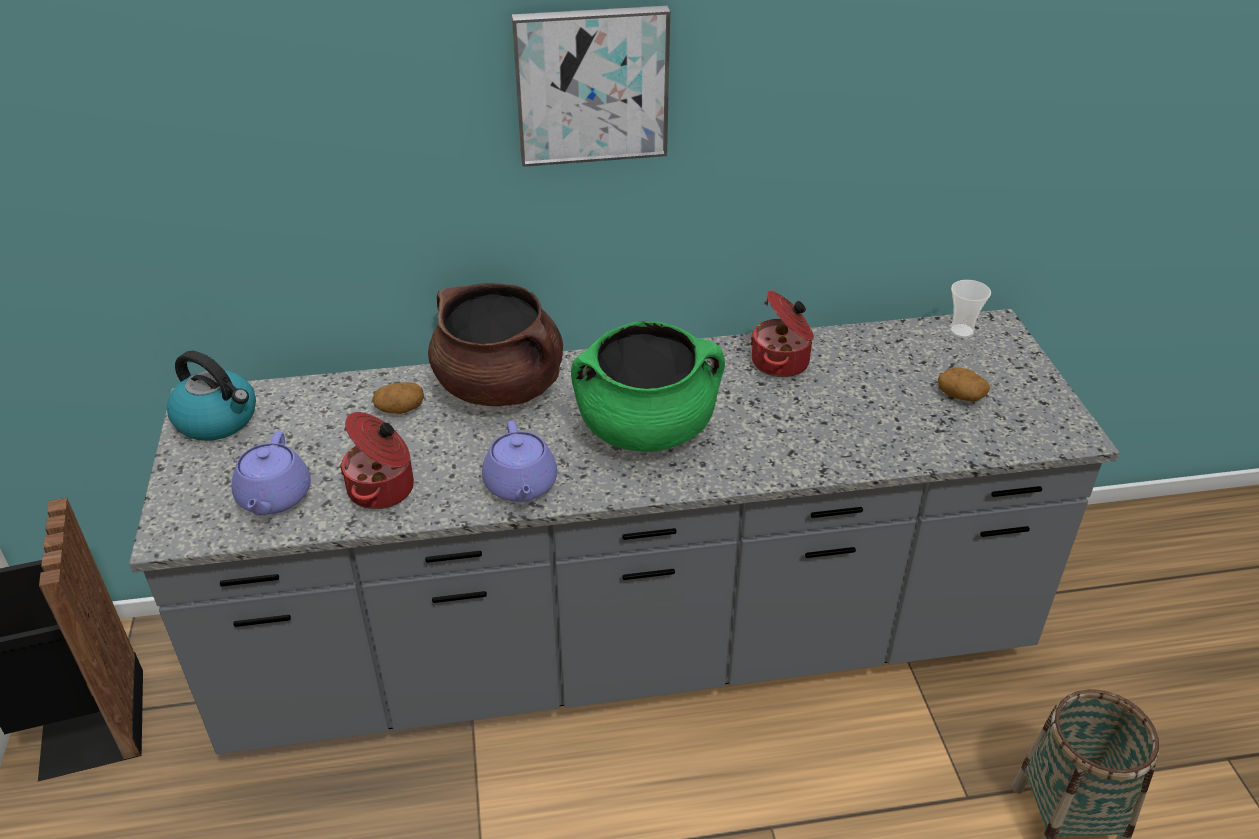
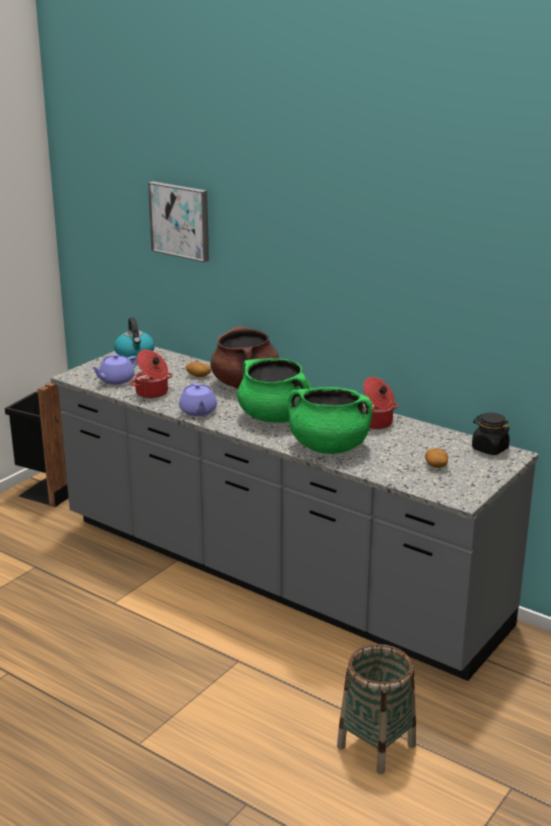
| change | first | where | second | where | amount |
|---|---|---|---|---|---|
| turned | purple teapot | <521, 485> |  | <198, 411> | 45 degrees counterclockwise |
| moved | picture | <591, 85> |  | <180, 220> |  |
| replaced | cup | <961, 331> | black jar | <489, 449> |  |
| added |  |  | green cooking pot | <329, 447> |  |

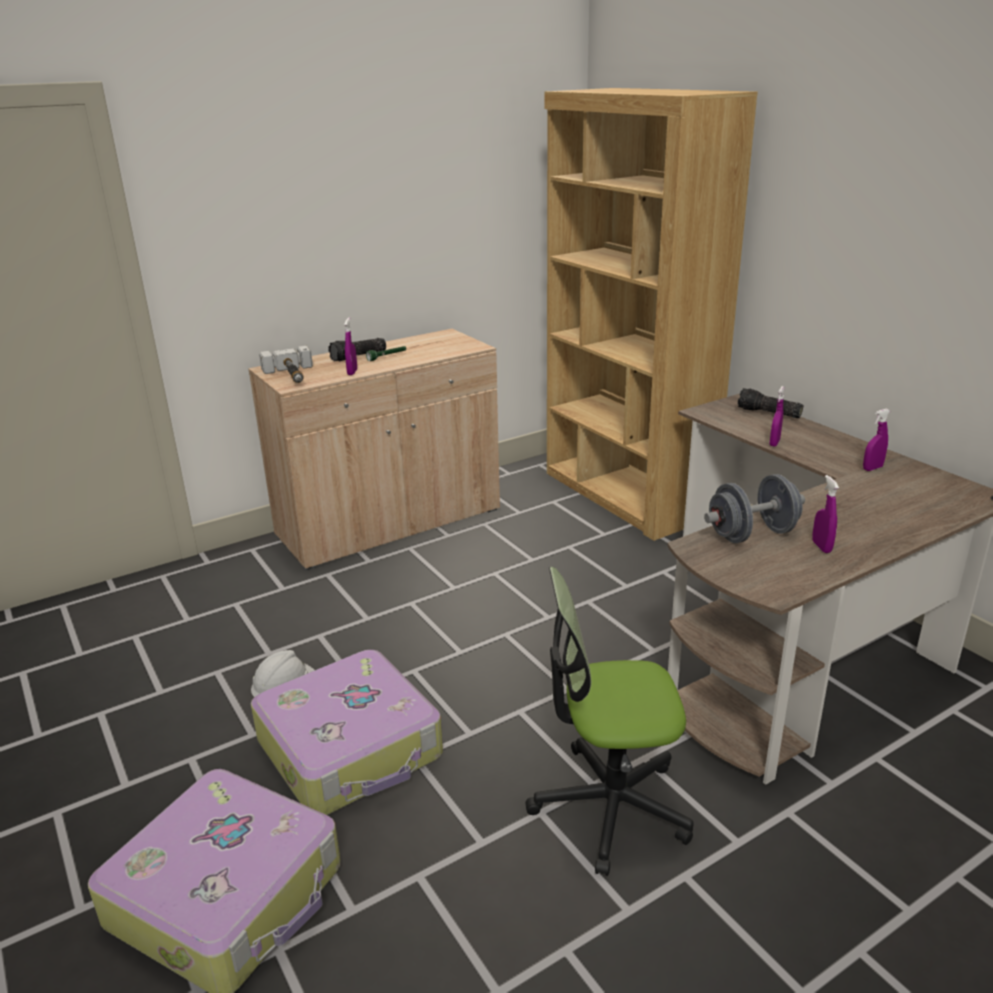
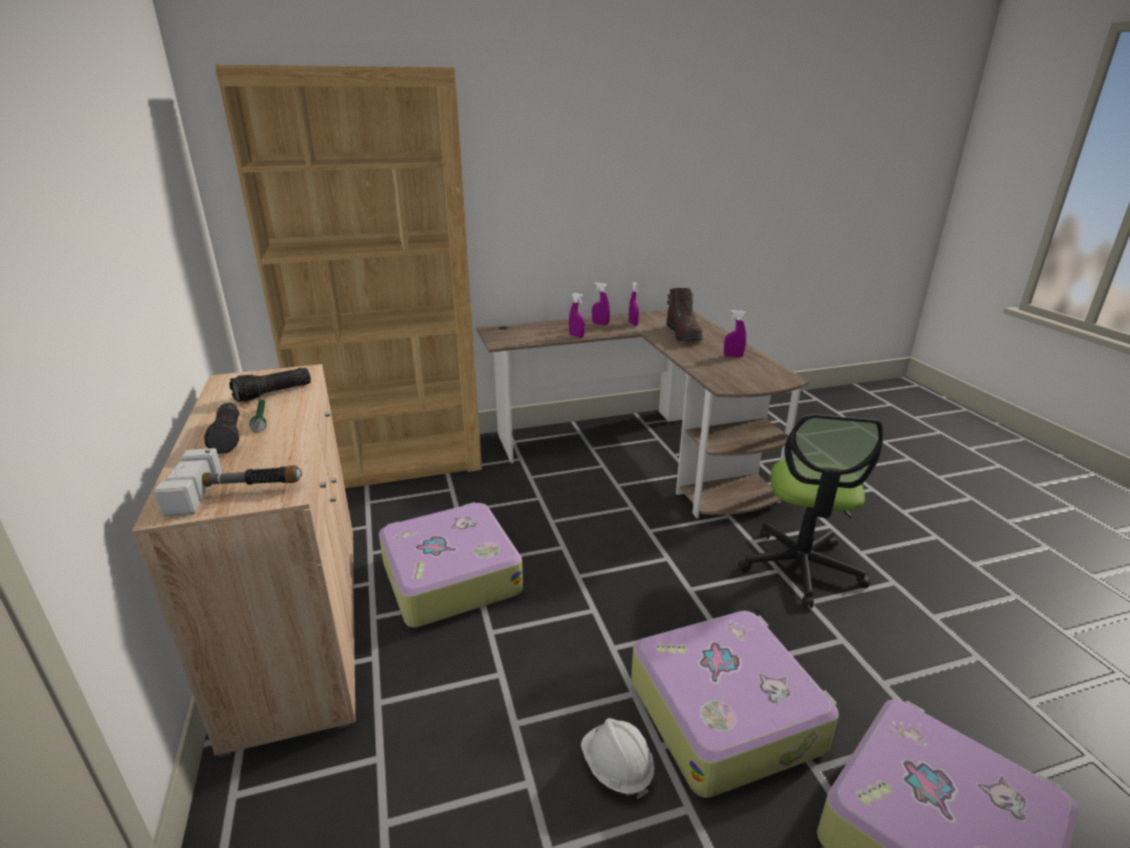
| change | first | where | second | where | amount |
|---|---|---|---|---|---|
| moved | purple spray bottle | <352, 372> |  | <600, 324> |  |
| removed | grey dumbbell | <752, 534> |  |  |  |
| moved | flashlight | <768, 413> |  | <273, 393> |  |
| added |  |  | suitcase | <449, 576> |  |
| added |  |  | brown boot | <683, 335> |  |

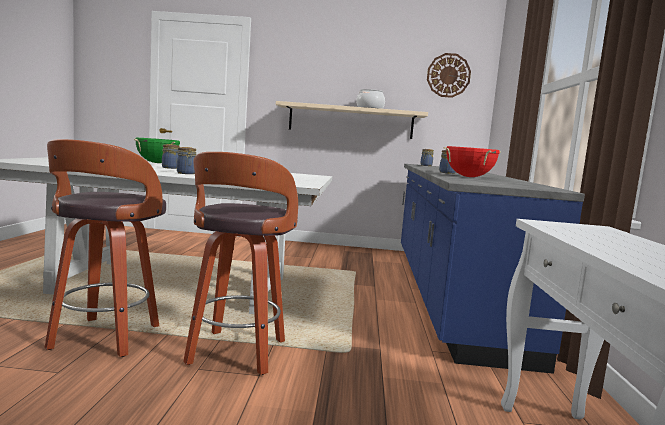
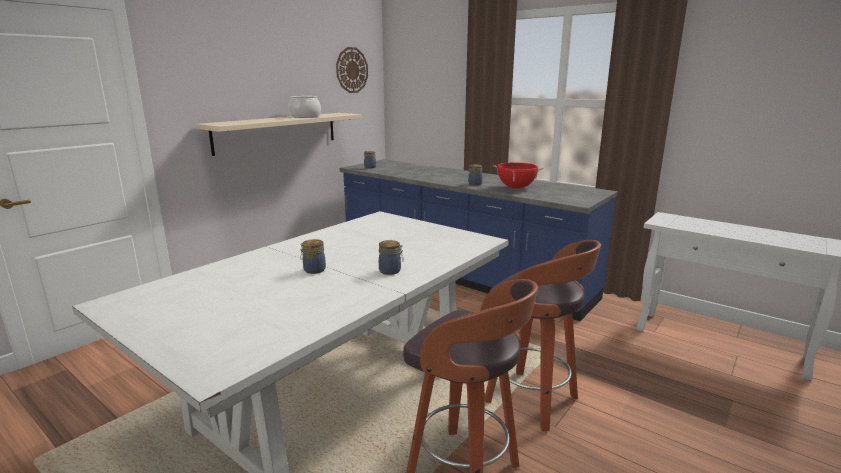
| change | first | where | second | where | amount |
|---|---|---|---|---|---|
| removed | green cooking pot | <157, 163> |  |  |  |

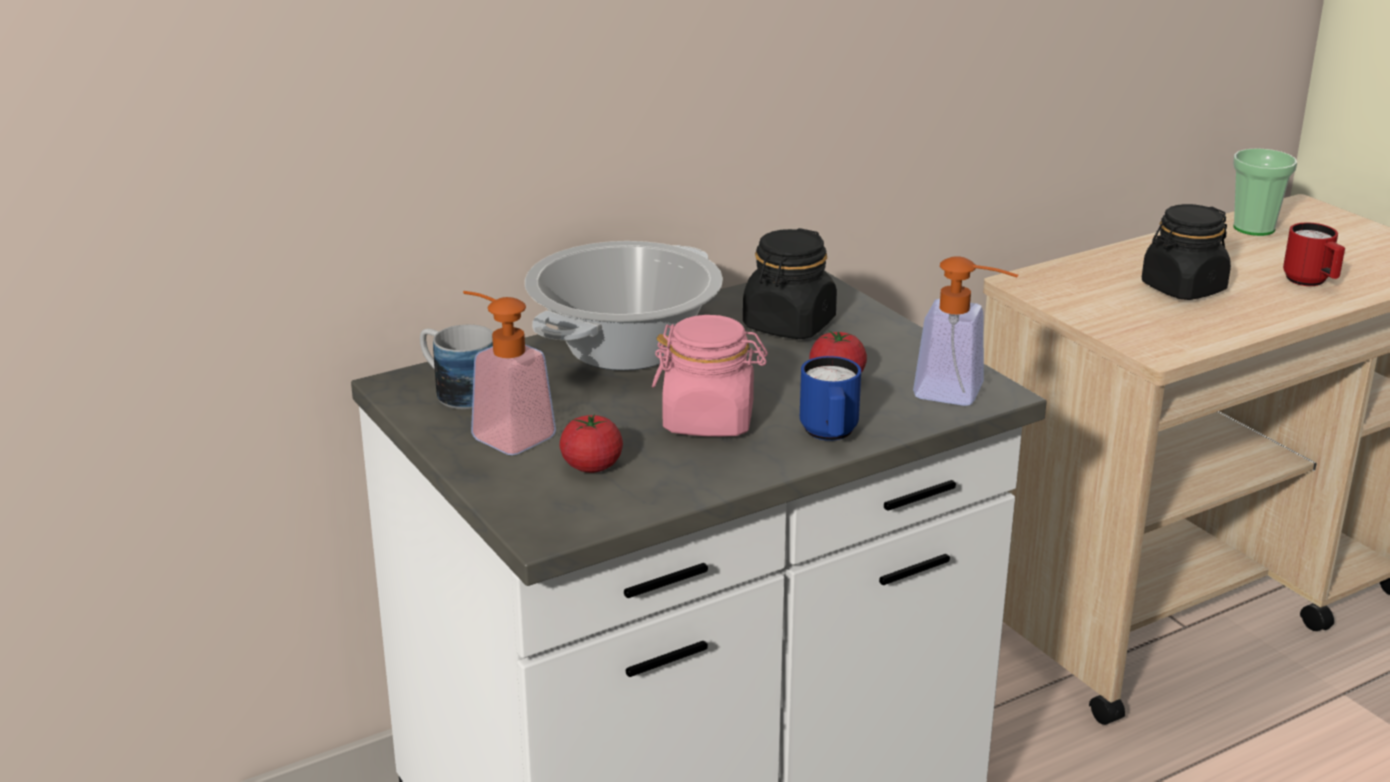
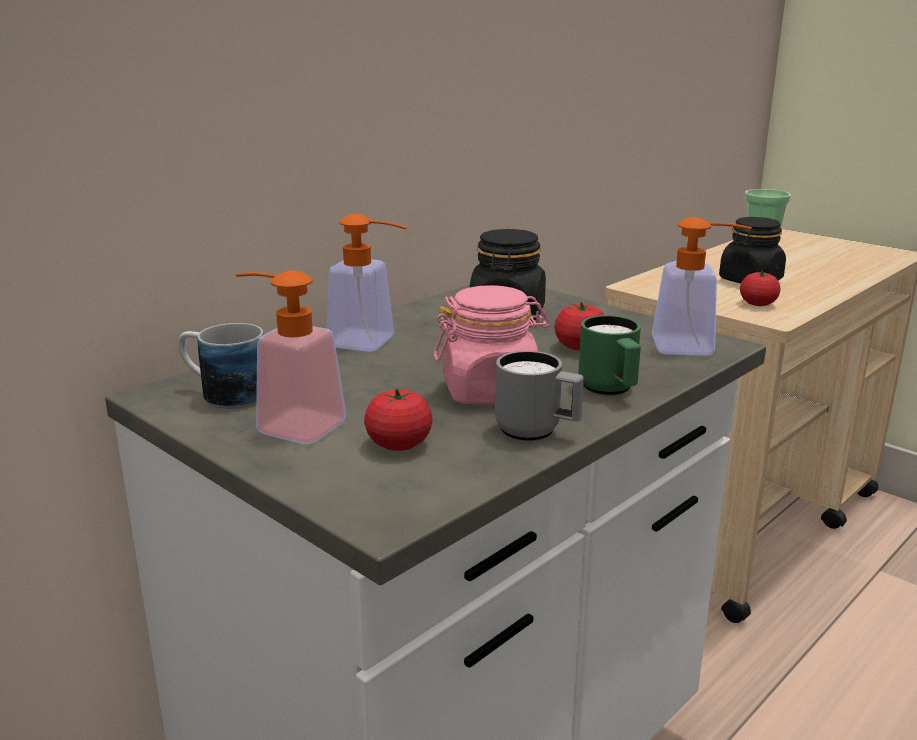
| change | first | where | second | where | amount |
|---|---|---|---|---|---|
| replaced | cooking pot | <624, 348> | soap dispenser | <372, 344> |  |
| recoloured | blue mug | <830, 435> | green mug | <611, 391> |  |
| removed | red mug | <1311, 282> |  |  |  |
| added |  |  | grey mug | <537, 433> |  |
| added |  |  | tomato | <758, 304> |  |

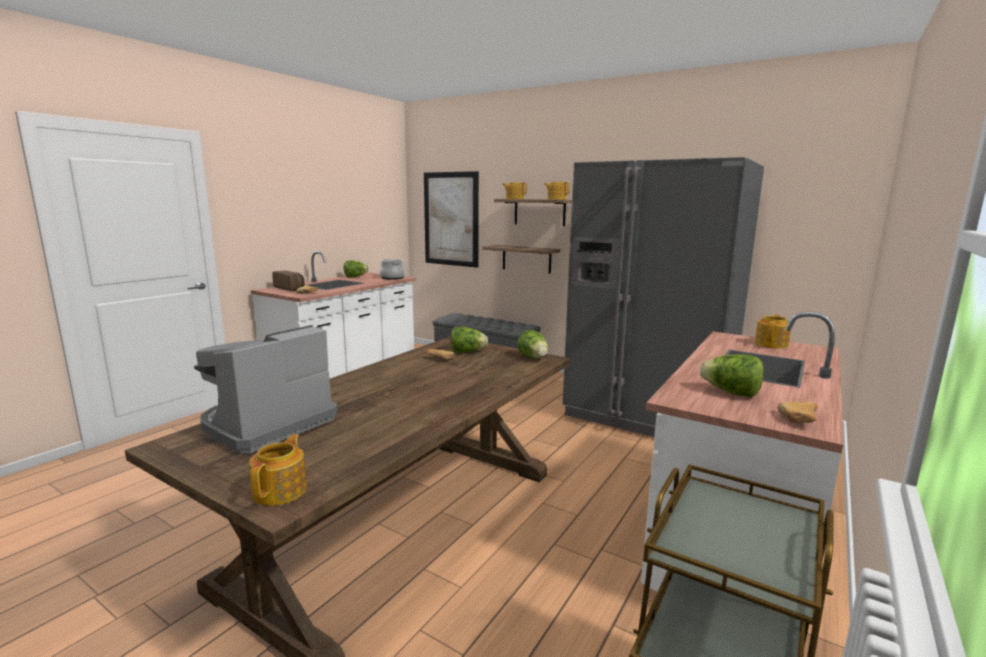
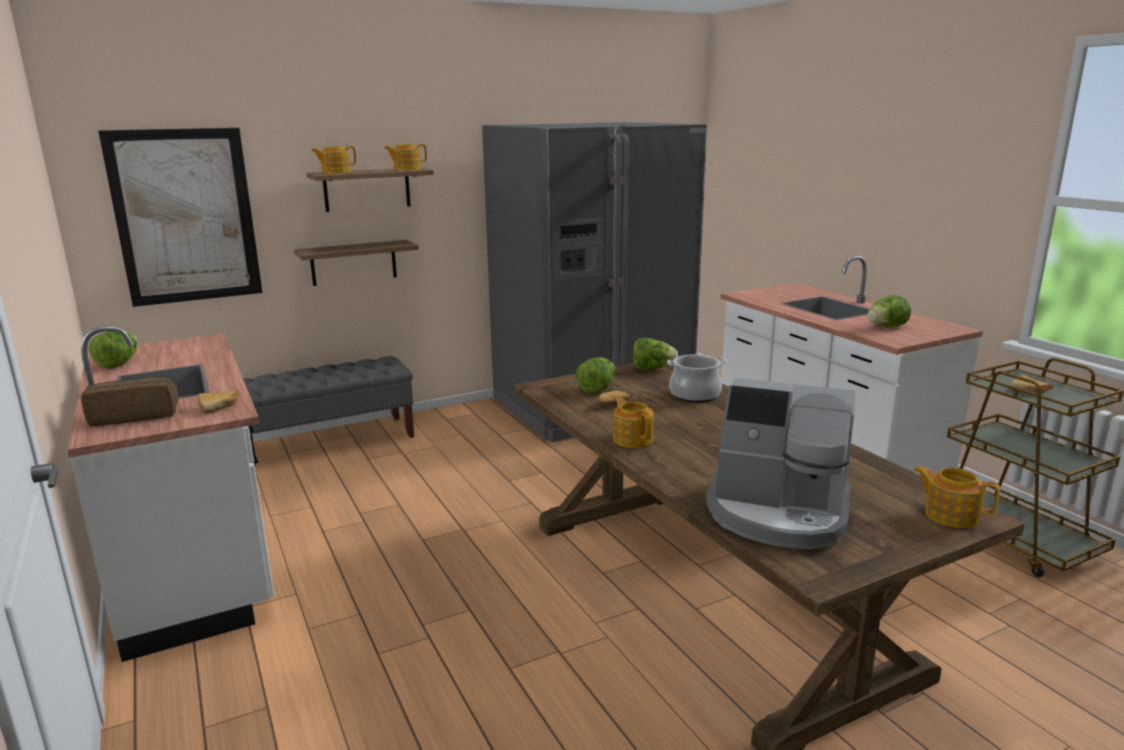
| change | first | where | second | where | amount |
|---|---|---|---|---|---|
| turned | coffee machine | <267, 424> |  | <778, 513> | 45 degrees counterclockwise |
| moved | cooking pot | <392, 278> |  | <694, 395> |  |
| moved | teapot | <771, 344> |  | <632, 439> |  |
| moved | bread | <798, 421> |  | <1031, 392> |  |

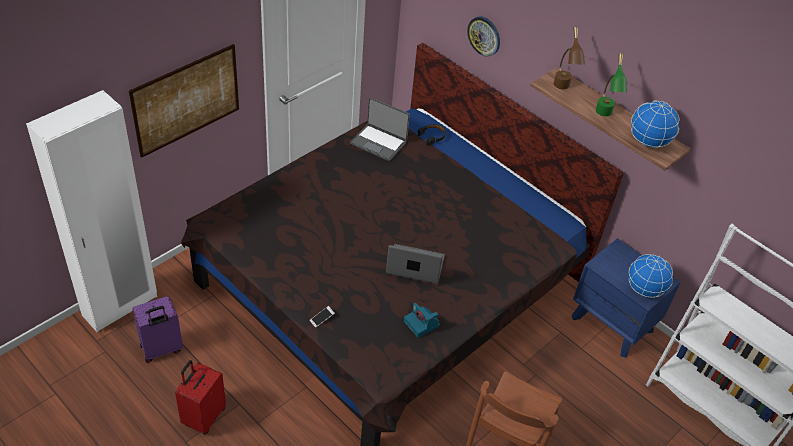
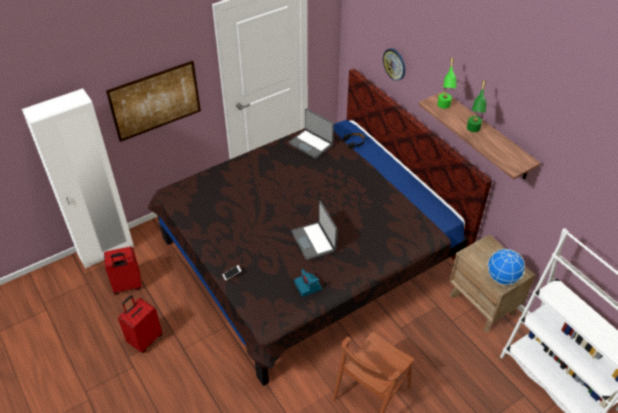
| change | first | where | second | where | amount |
|---|---|---|---|---|---|
| recoloured | purple suitcase | <161, 349> | red suitcase | <127, 286> |  |
| turned | laptop | <415, 266> |  | <314, 241> | 135 degrees counterclockwise |
| recoloured | brown table lamp | <562, 89> | green table lamp | <443, 108> |  |
| recoloured | blue nightstand | <612, 324> | brown nightstand | <483, 304> |  |
| removed | globe | <648, 142> |  |  |  |

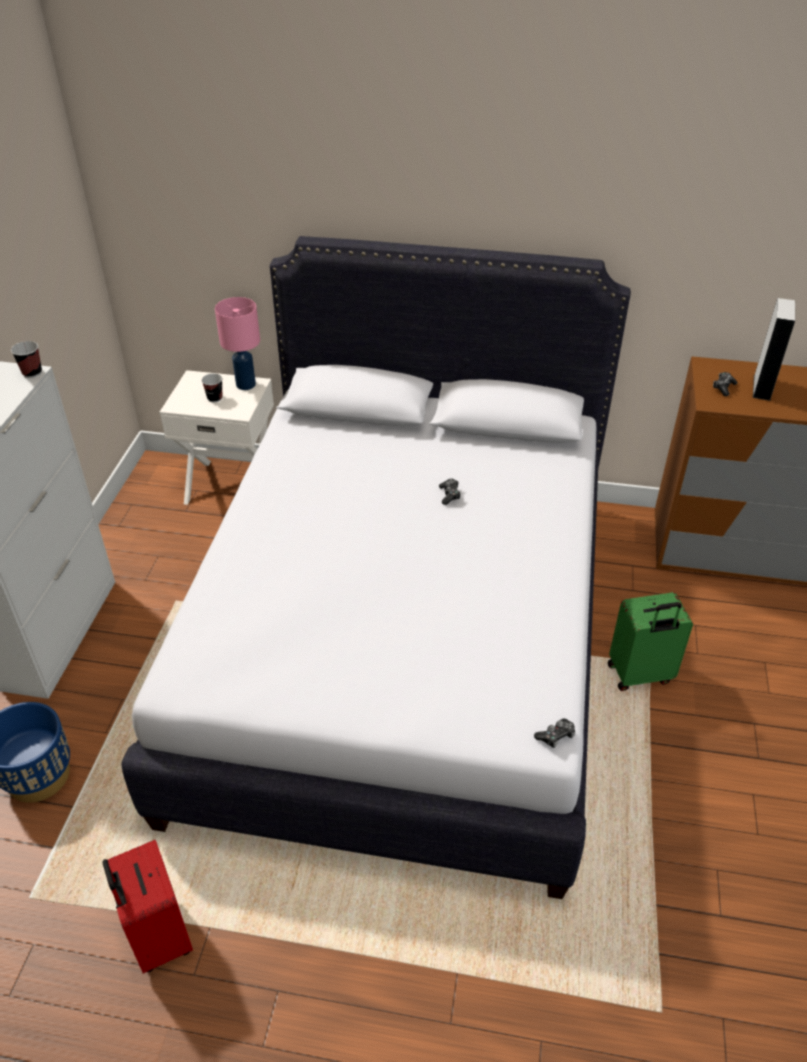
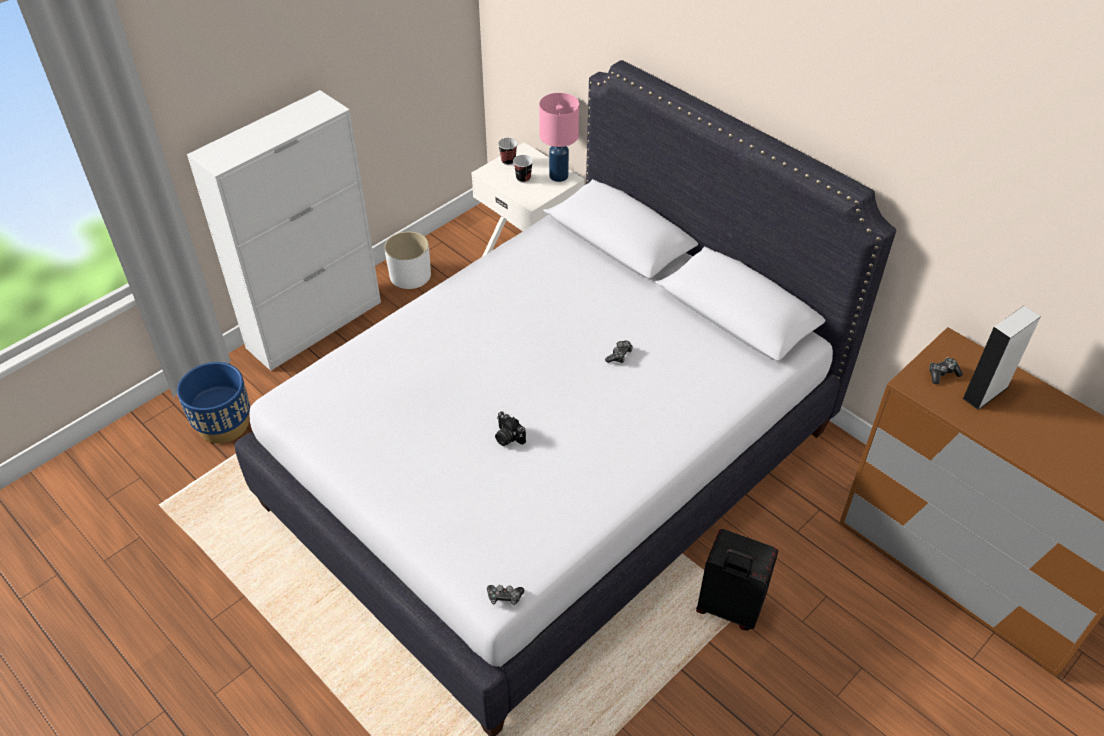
| change | first | where | second | where | amount |
|---|---|---|---|---|---|
| moved | cup | <32, 373> |  | <508, 161> |  |
| removed | red suitcase | <158, 936> |  |  |  |
| recoloured | green suitcase | <640, 675> | black suitcase | <728, 609> |  |
| added |  |  | white planter | <410, 275> |  |
| added |  |  | photo camera | <507, 437> |  |

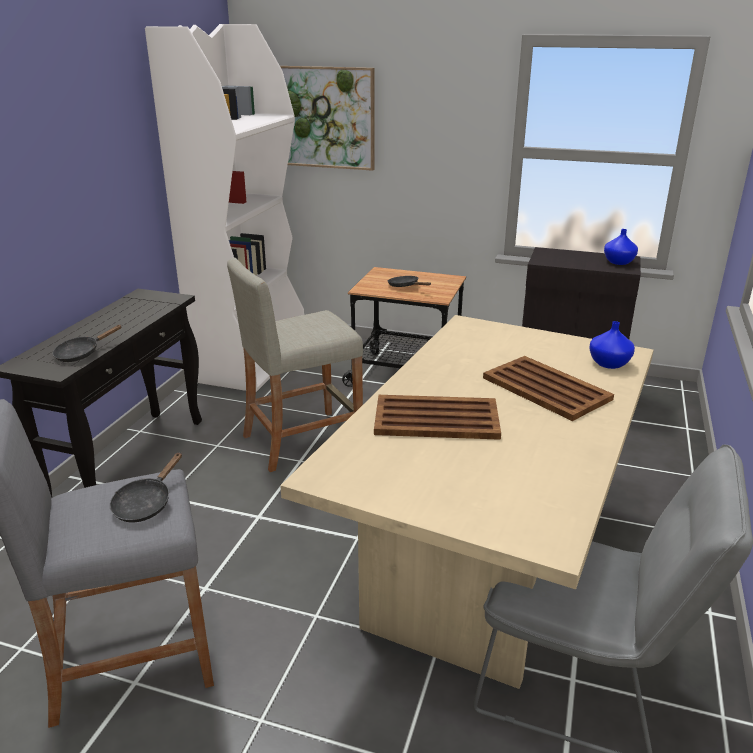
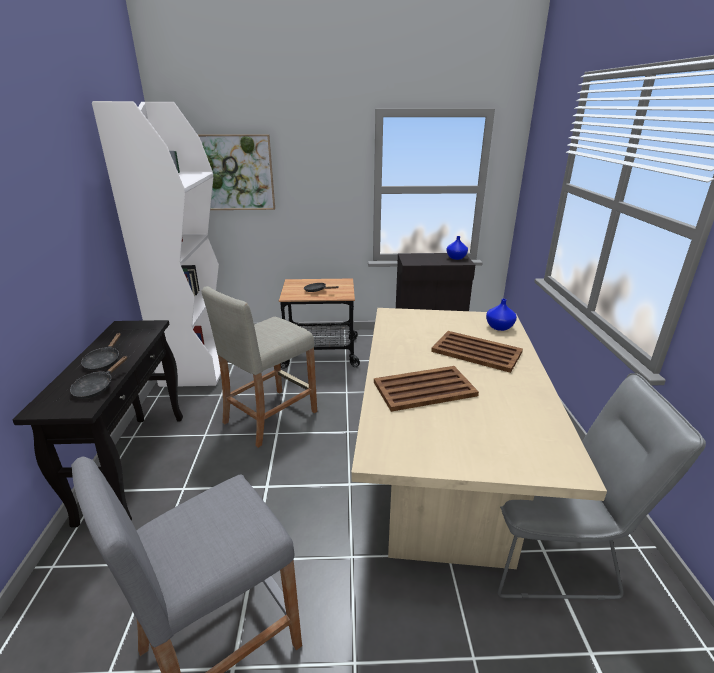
| change | first | where | second | where | amount |
|---|---|---|---|---|---|
| moved | black frying pan | <146, 503> |  | <104, 361> |  |

